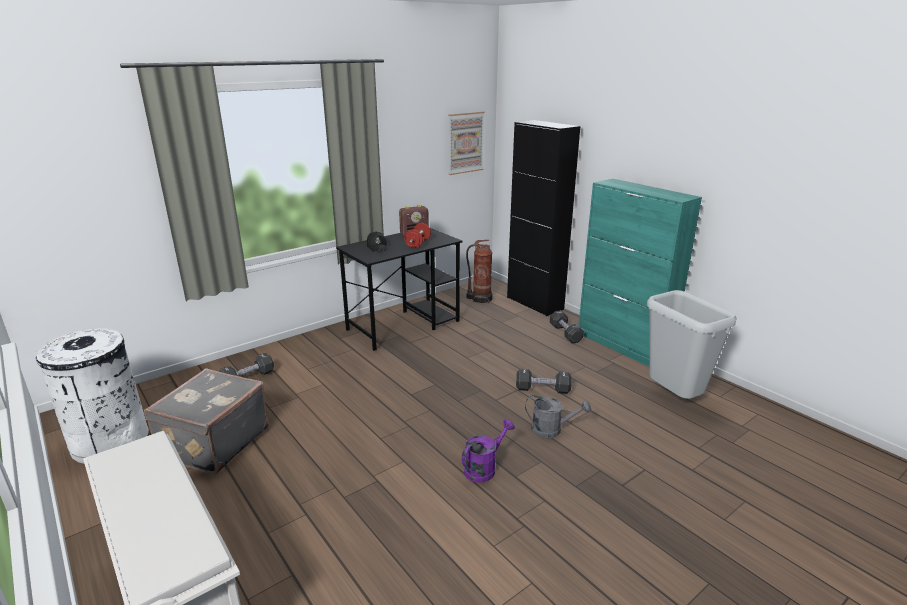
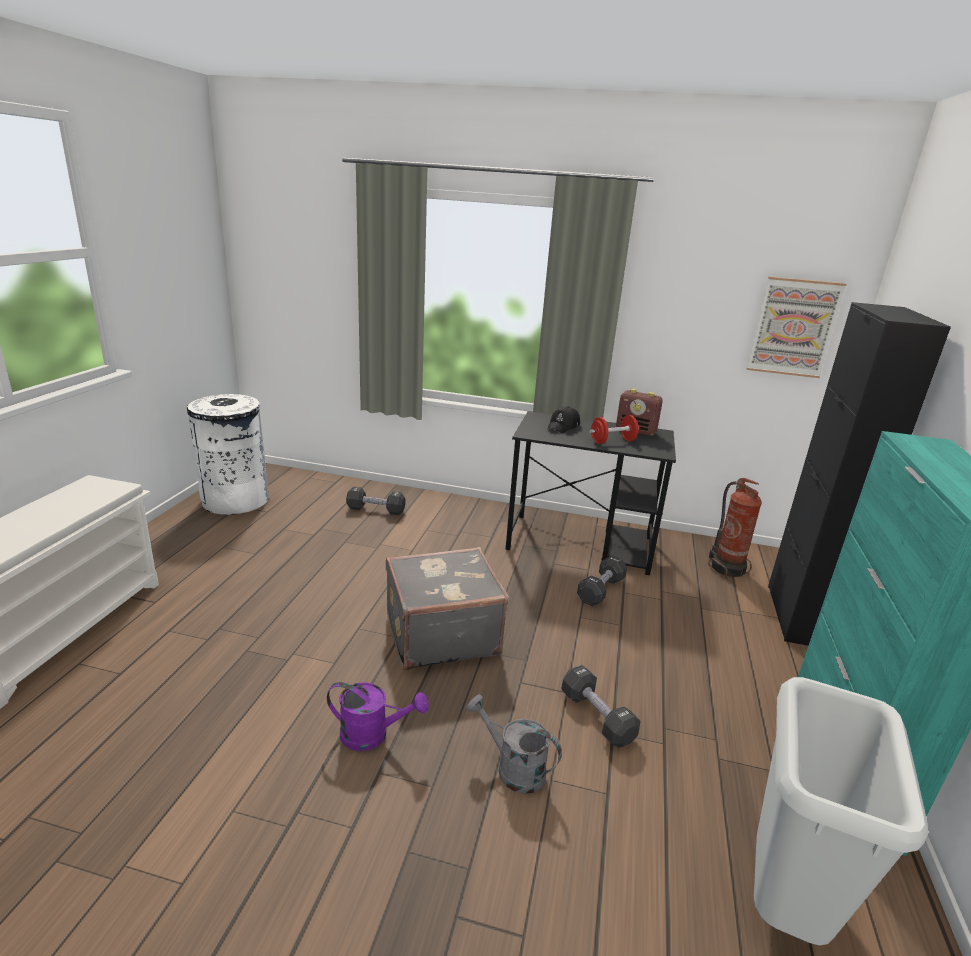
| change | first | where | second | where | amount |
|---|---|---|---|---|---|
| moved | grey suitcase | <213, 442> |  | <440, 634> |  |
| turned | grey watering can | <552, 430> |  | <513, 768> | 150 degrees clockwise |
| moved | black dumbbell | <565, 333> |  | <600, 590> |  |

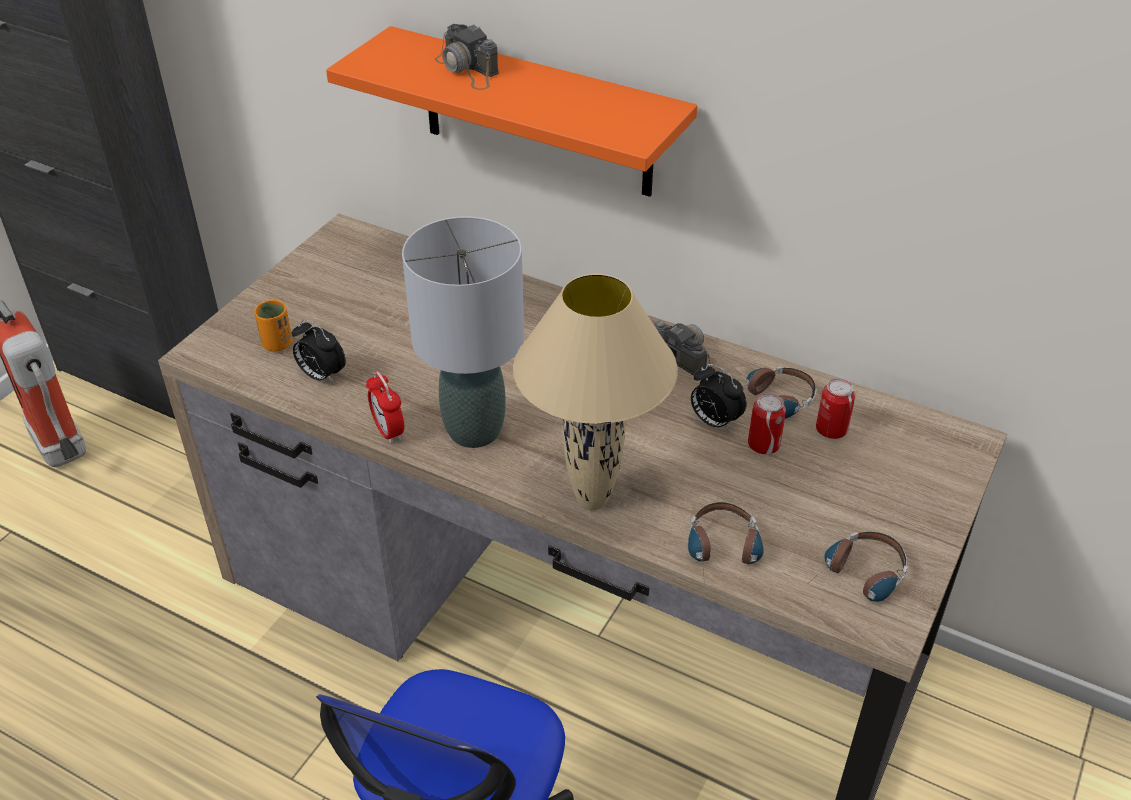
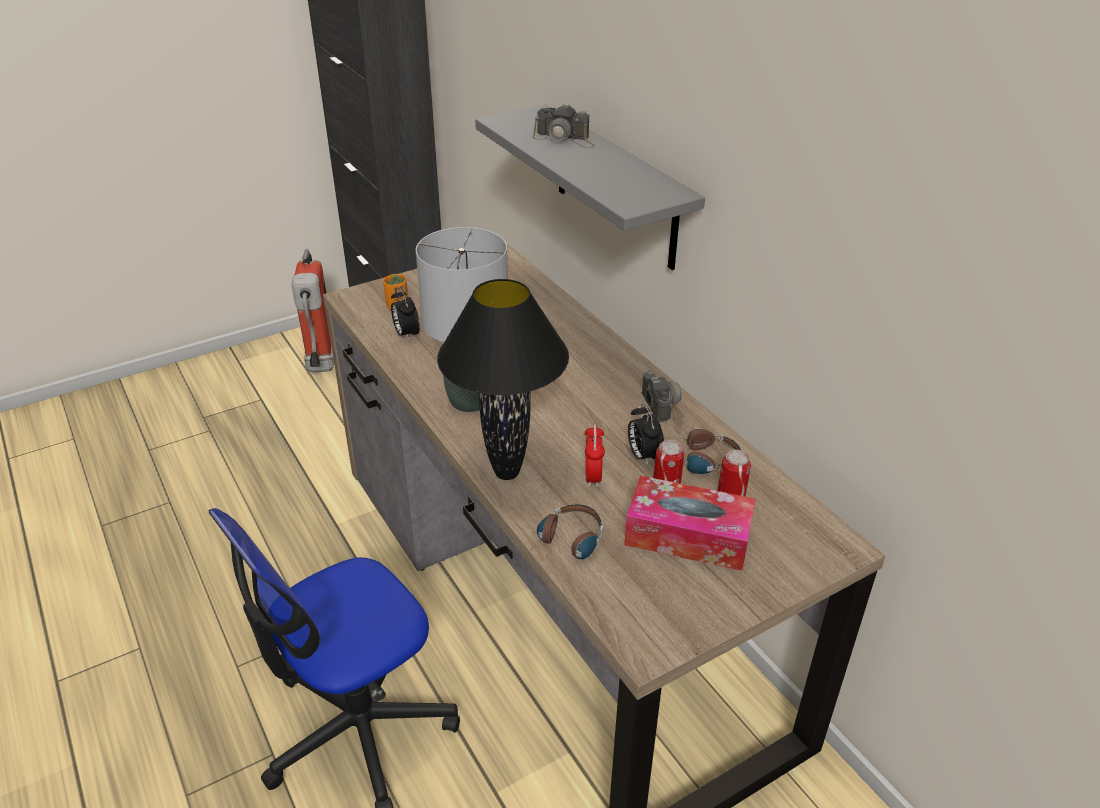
| change | first | where | second | where | amount |
|---|---|---|---|---|---|
| recoloured | orange shelf | <536, 113> | grey shelf | <615, 187> |  |
| moved | alarm clock | <388, 431> |  | <593, 477> |  |
| turned | photo camera | <468, 70> |  | <565, 139> | 60 degrees counterclockwise |
| recoloured | beige table lamp | <593, 501> | black table lamp | <506, 474> |  |
| removed | headphones | <858, 580> |  |  |  |
| added |  |  | tissue box | <687, 536> |  |

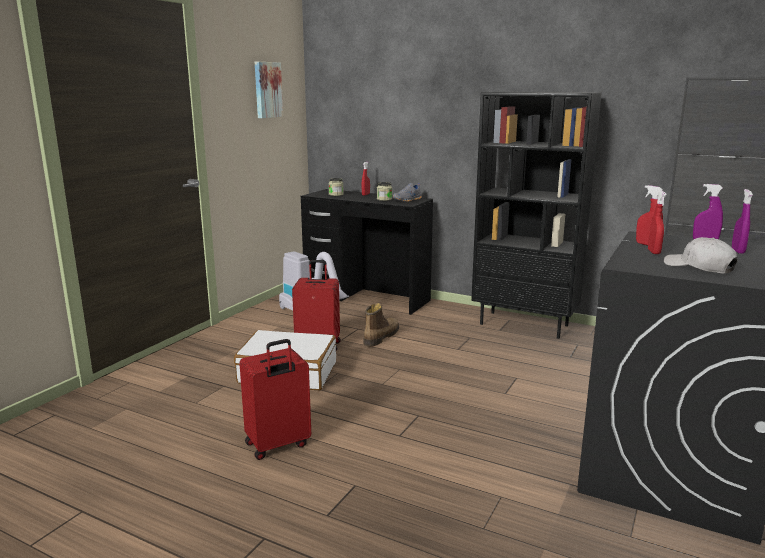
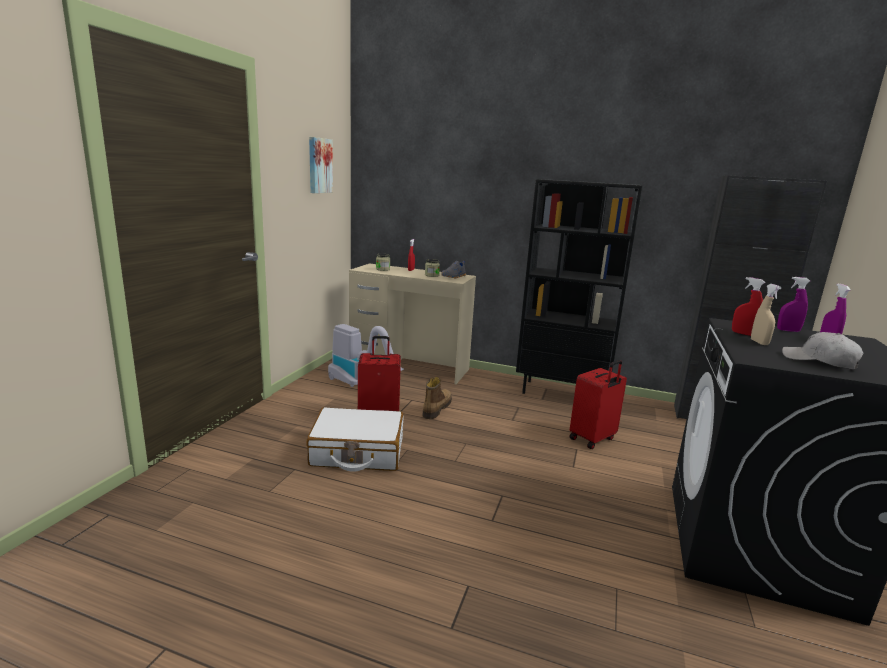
| change | first | where | second | where | amount |
|---|---|---|---|---|---|
| moved | red suitcase | <278, 445> |  | <593, 439> |  |
| recoloured | black desk | <367, 297> | beige desk | <409, 366> |  |
| recoloured | red spray bottle | <654, 252> | beige spray bottle | <759, 342> |  |

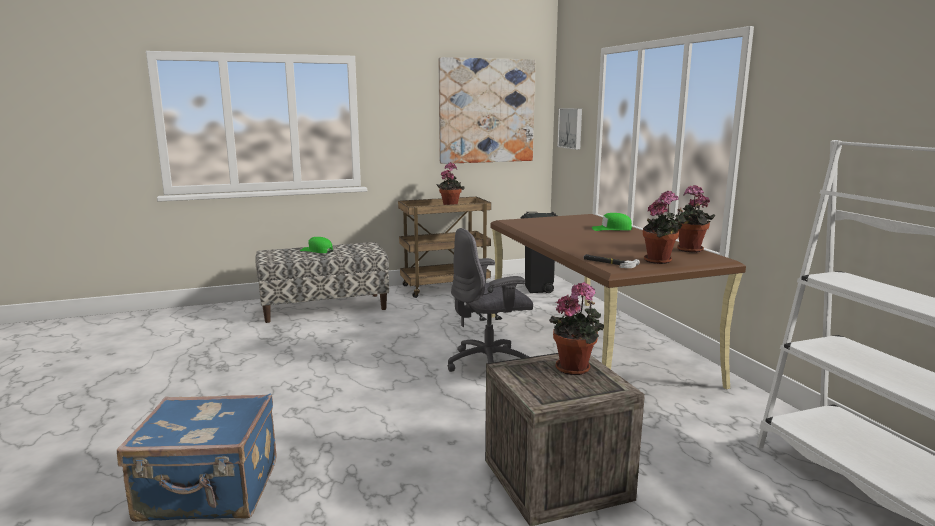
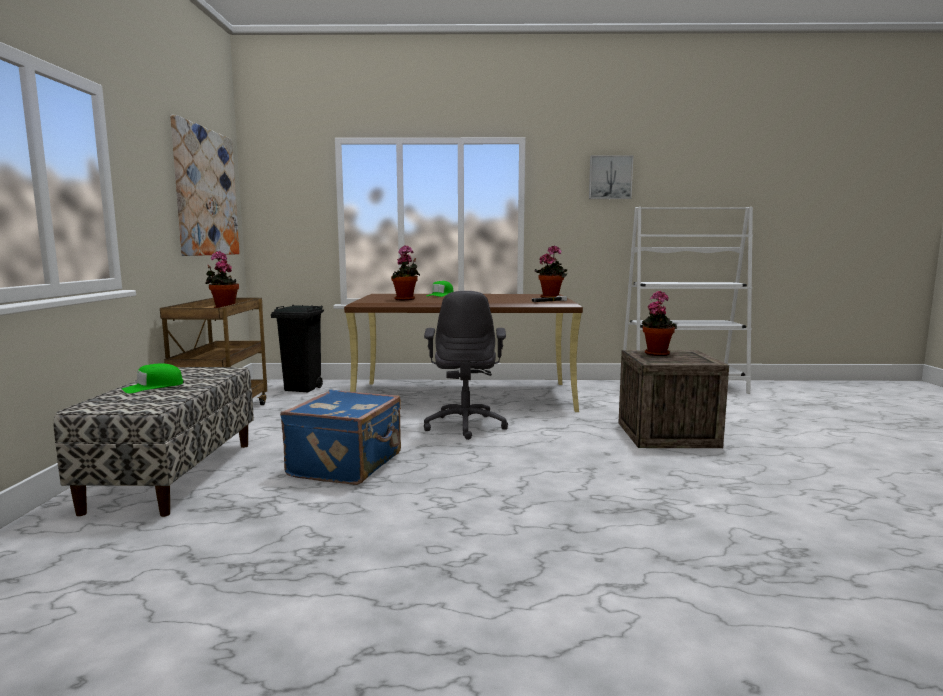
| change | first | where | second | where | amount |
|---|---|---|---|---|---|
| moved | blue suitcase | <210, 492> |  | <348, 465> |  |
| moved | picture | <571, 128> |  | <610, 177> |  |
| moved | potted plant | <689, 250> |  | <406, 299> |  |

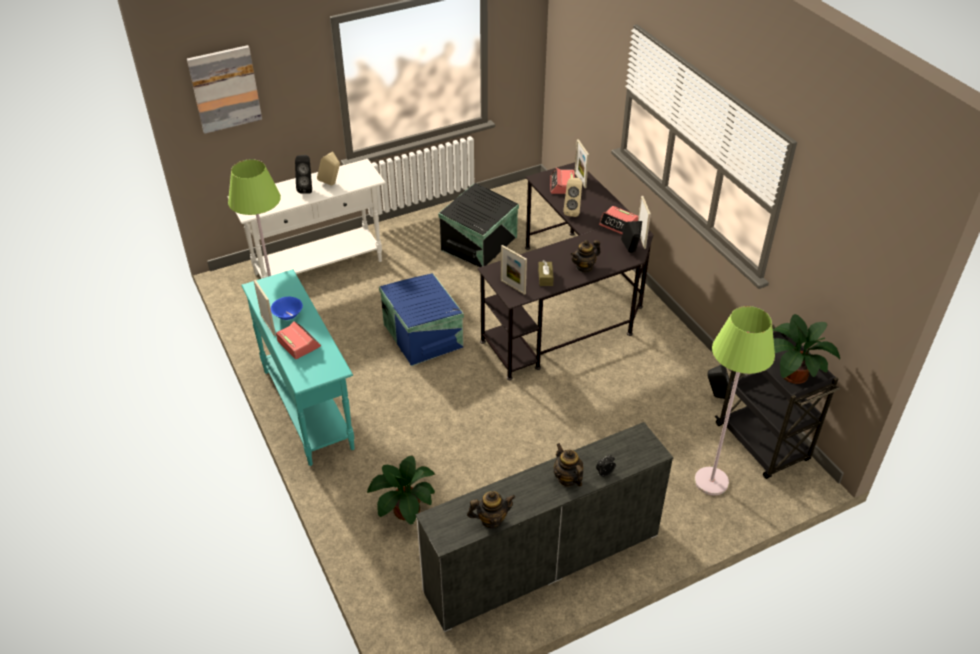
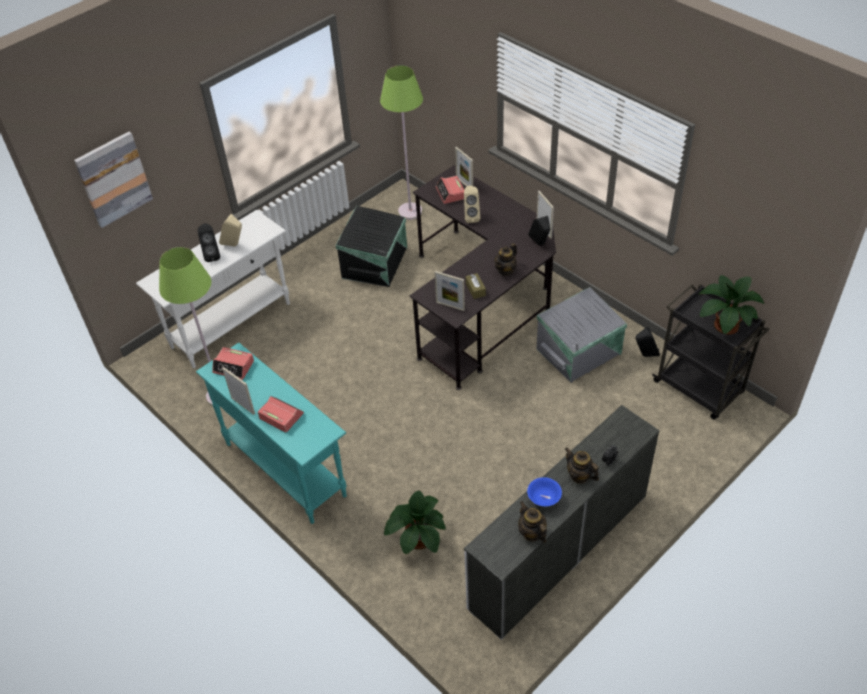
| change | first | where | second | where | amount |
|---|---|---|---|---|---|
| moved | blue bowl | <288, 315> |  | <544, 498> |  |
| removed | blue storage box | <423, 335> |  |  |  |
| turned | teapot | <491, 519> |  | <531, 533> | 90 degrees counterclockwise |
| moved | alarm clock | <618, 225> |  | <234, 367> |  |
| moved | green floor lamp | <711, 481> |  | <410, 211> |  |
| added |  |  | grey storage box | <580, 351> |  |

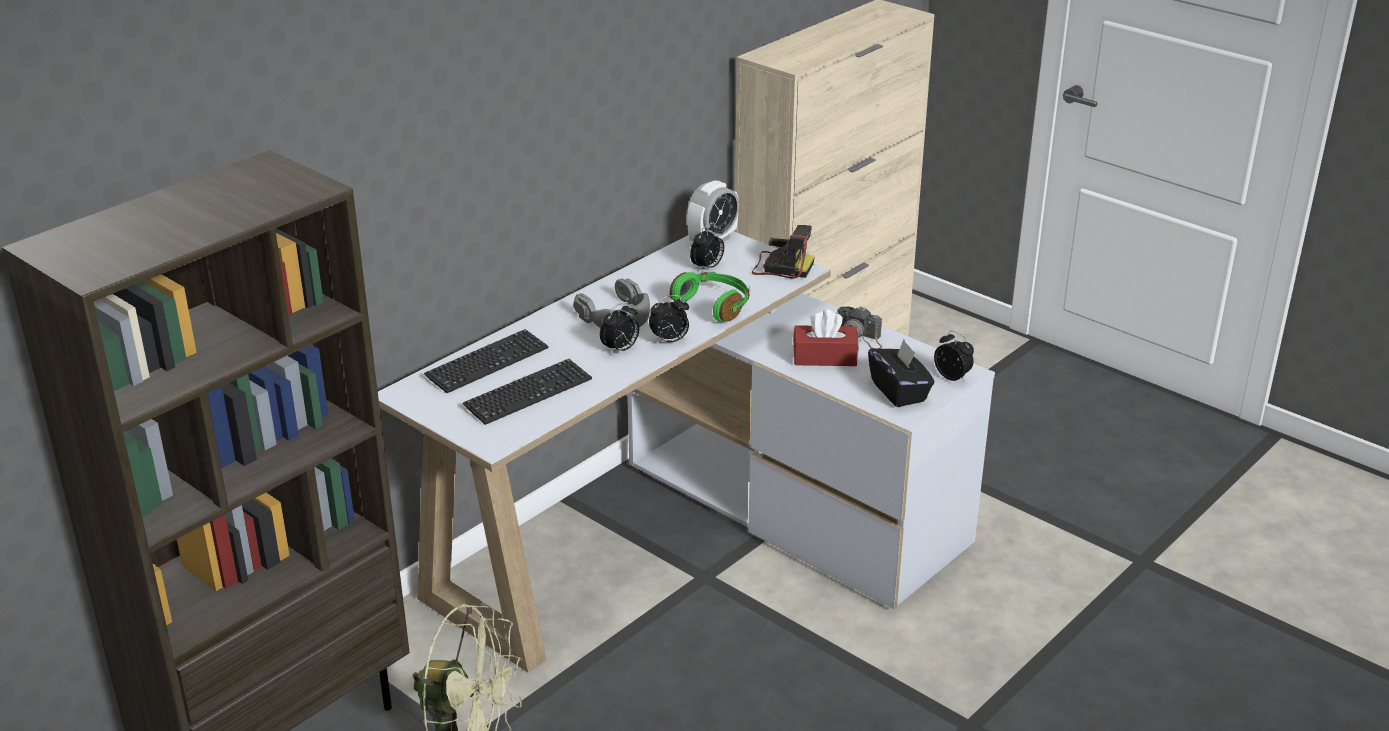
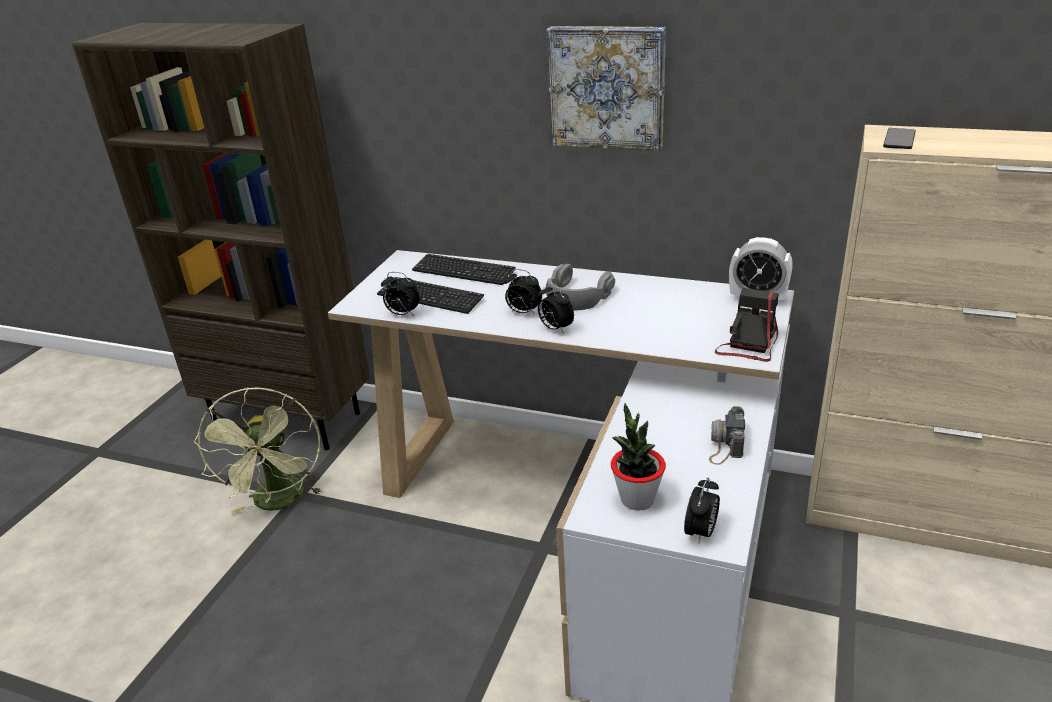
| change | first | where | second | where | amount |
|---|---|---|---|---|---|
| removed | green headphones | <714, 305> |  |  |  |
| moved | alarm clock | <707, 267> |  | <402, 314> |  |
| turned | photo camera | <781, 267> |  | <749, 344> | 150 degrees counterclockwise |
| removed | red tissue box | <825, 357> |  |  |  |
| replaced | black tissue box | <899, 391> | potted plant | <637, 499> |  |
| added |  |  | picture | <607, 87> |  |
| added |  |  | phone | <899, 140> |  |

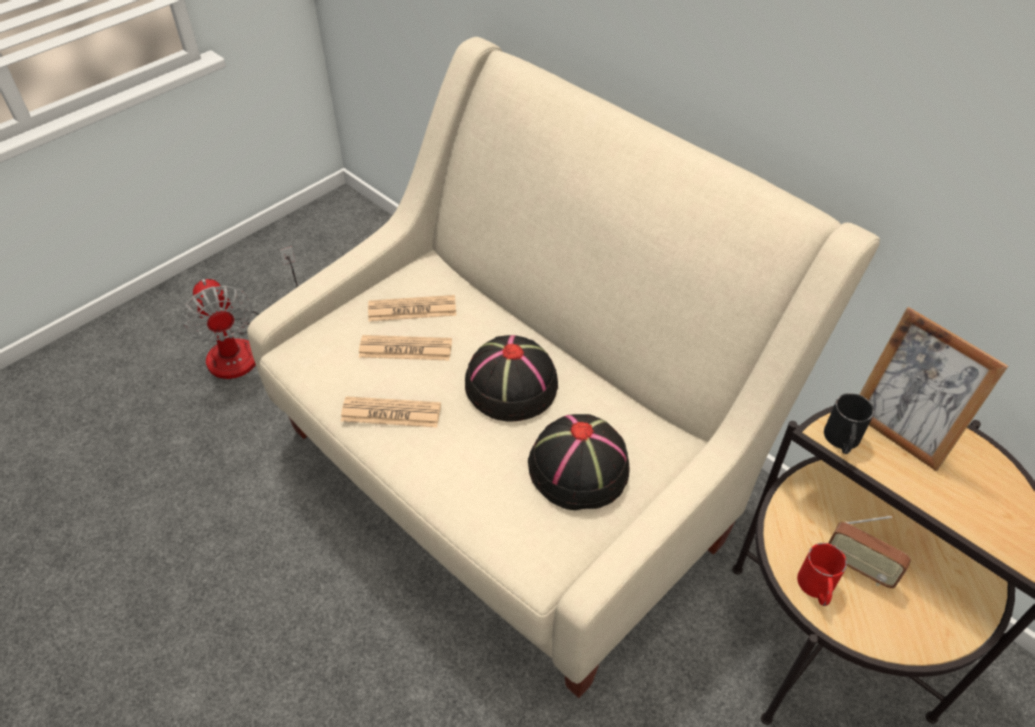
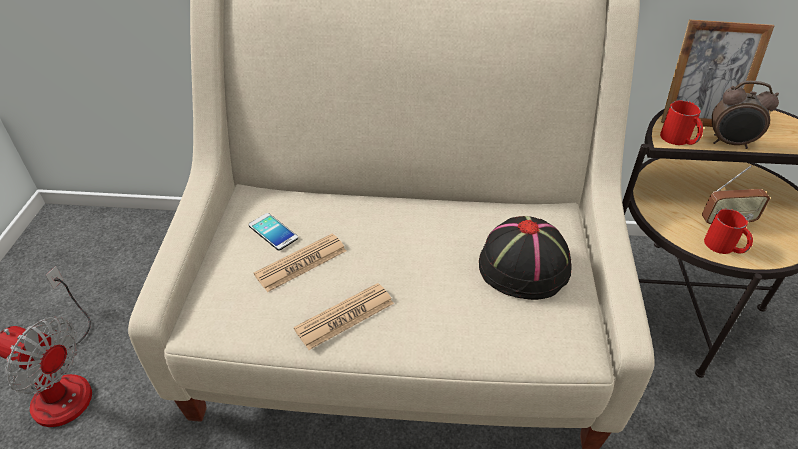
| change | first | where | second | where | amount |
|---|---|---|---|---|---|
| replaced | newspaper | <412, 309> | phone | <273, 232> |  |
| removed | black hat | <510, 385> |  |  |  |
| recoloured | black mug | <842, 441> | red mug | <679, 140> |  |
| added |  |  | alarm clock | <730, 143> |  |

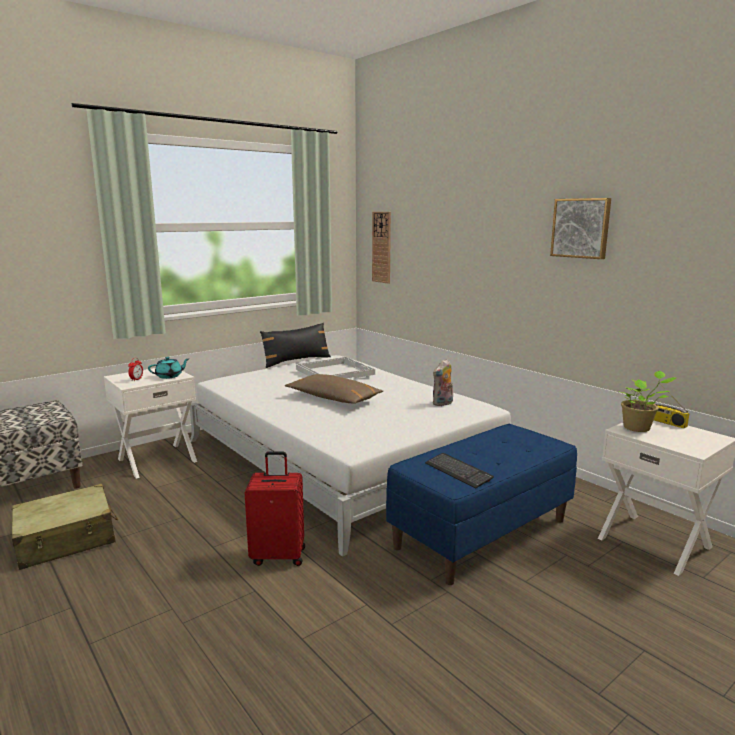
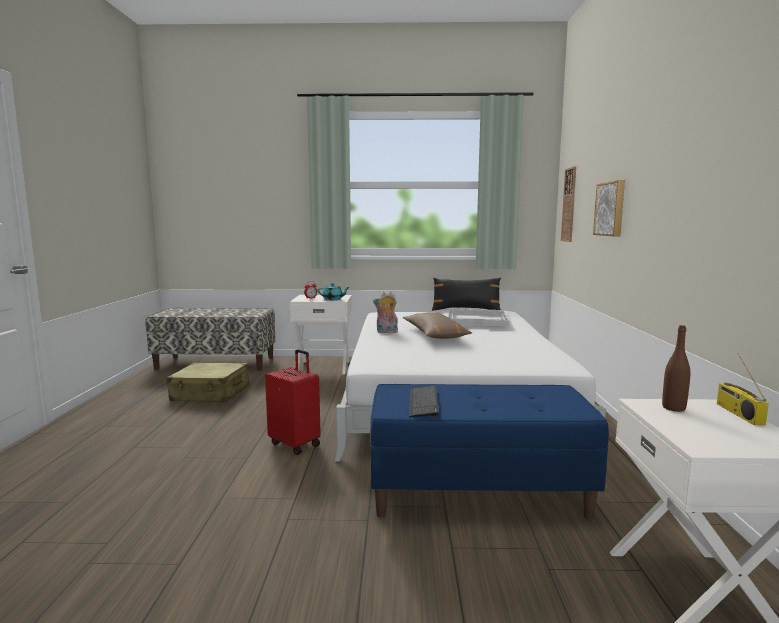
| change | first | where | second | where | amount |
|---|---|---|---|---|---|
| moved | plush toy | <443, 404> |  | <386, 332> |  |
| moved | picture | <581, 228> |  | <611, 209> |  |
| replaced | potted plant | <639, 428> | brown bottle | <673, 408> |  |

